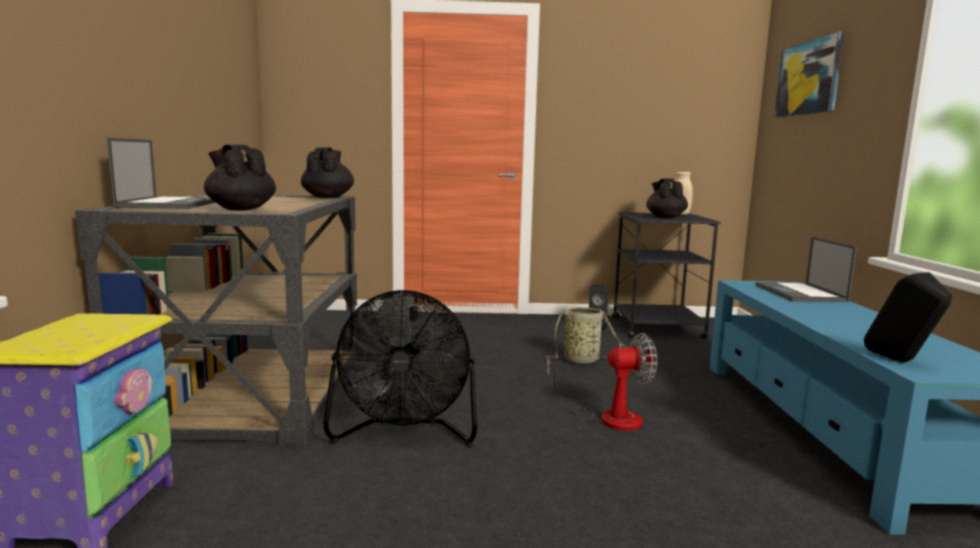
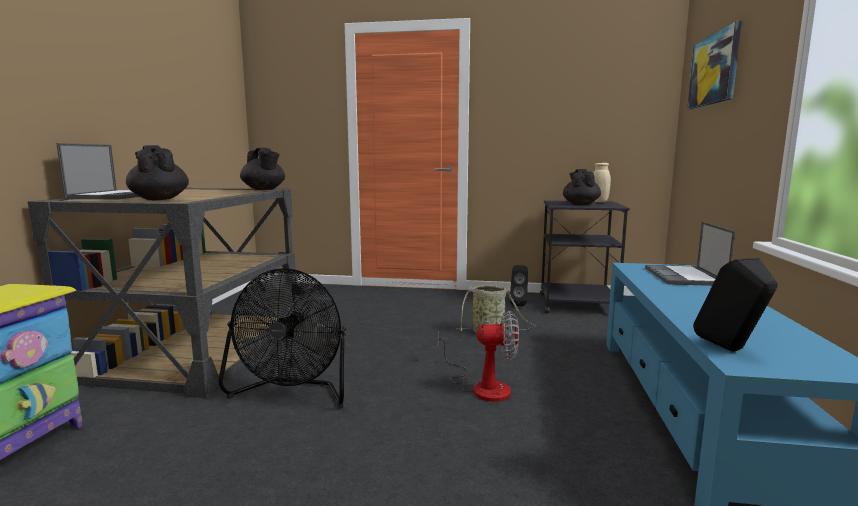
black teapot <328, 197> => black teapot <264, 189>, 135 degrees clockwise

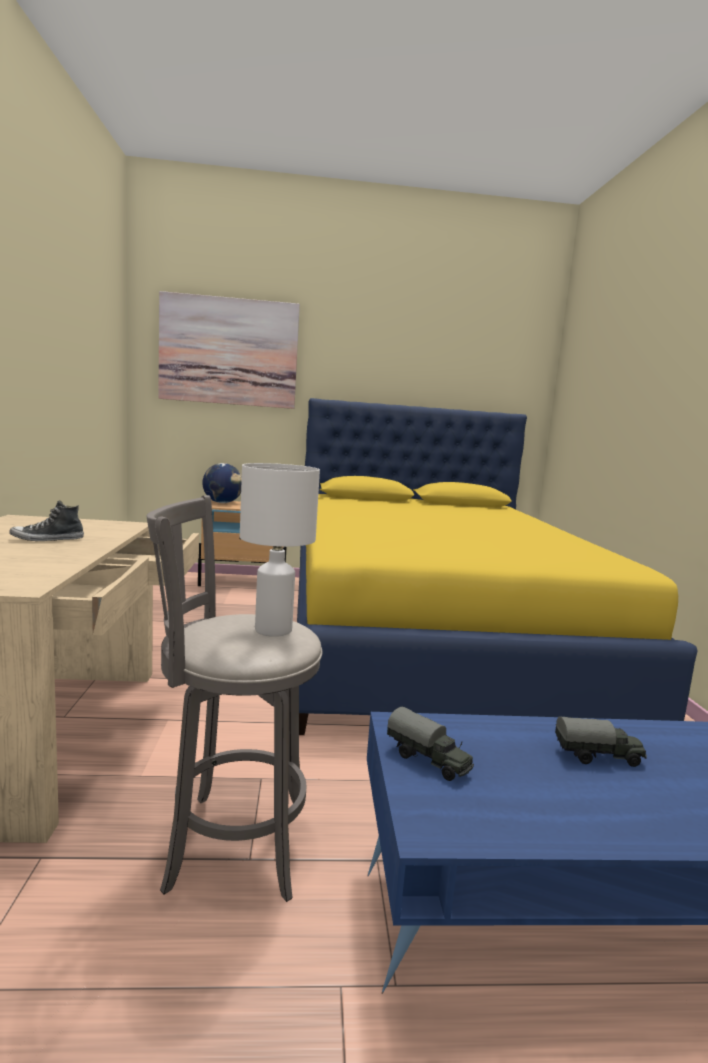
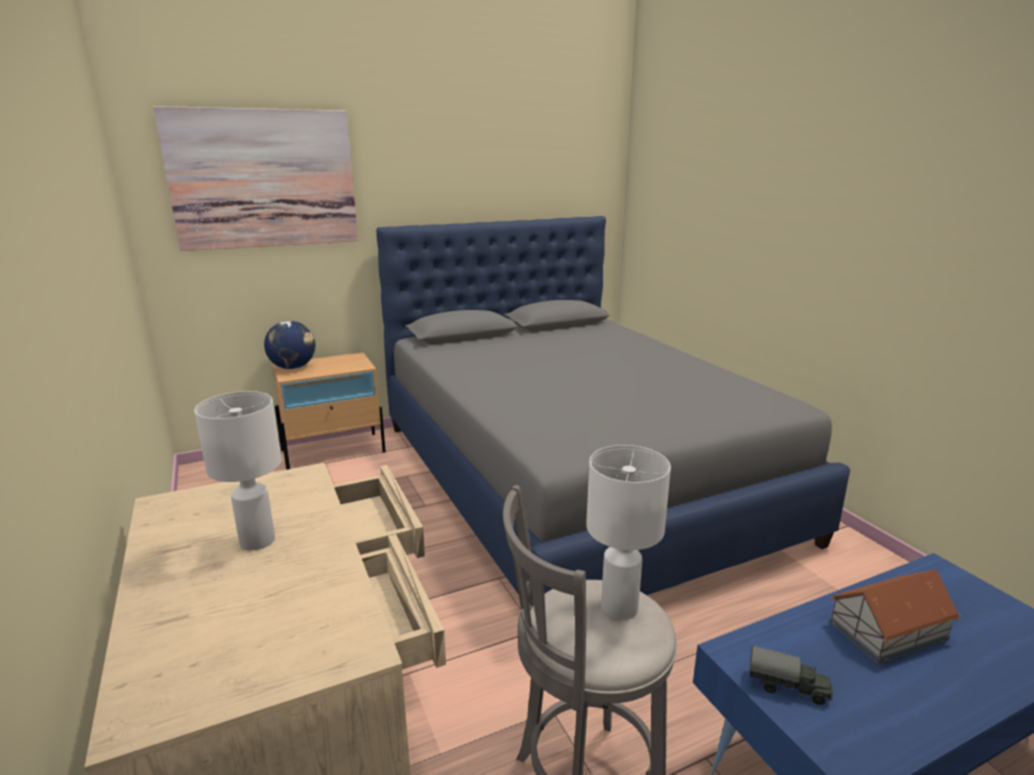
shoe <47, 539> => white table lamp <258, 541>
yellow bed <431, 636> => grey bed <573, 478>
toy truck <599, 757> => toy house <886, 631>

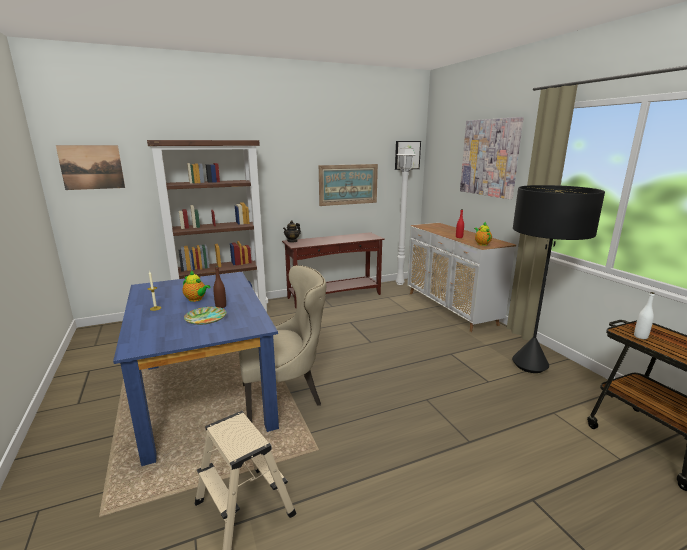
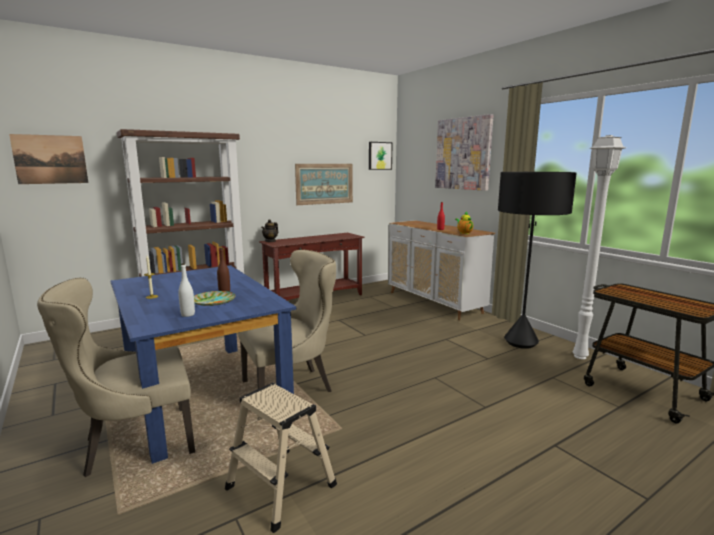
nothing => beige chair <135, 443>
white bottle <640, 336> => white bottle <188, 314>, moved
white floor lamp <400, 283> => white floor lamp <581, 356>, moved
teapot <196, 299> => nothing

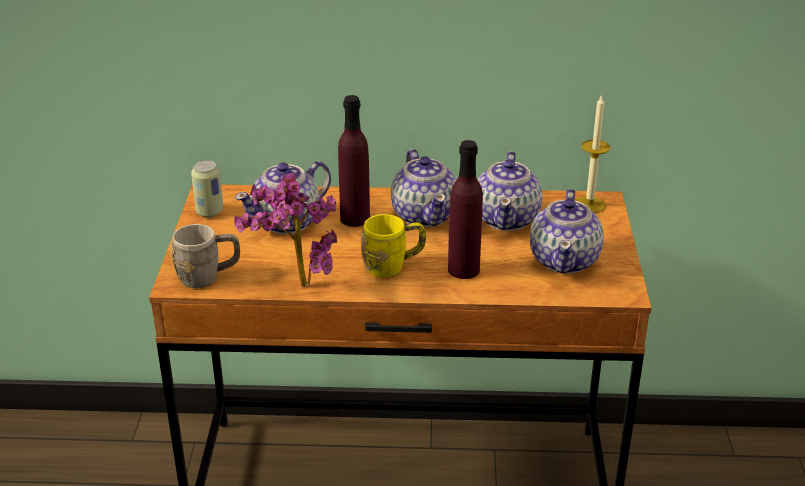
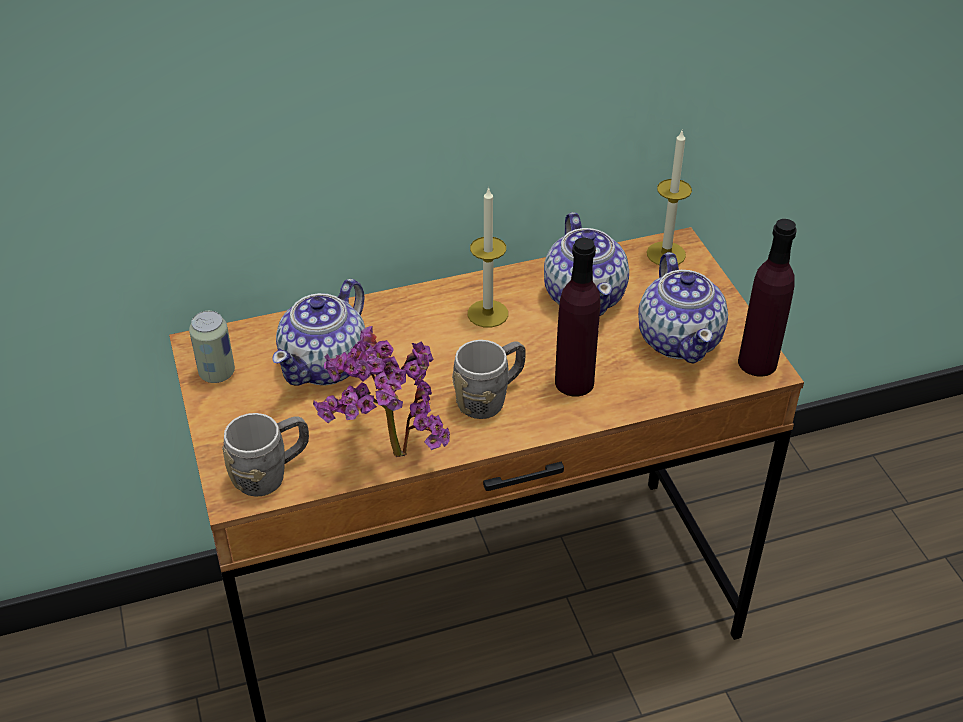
yellow mug <393, 266> => grey mug <490, 398>
teapot <425, 215> => candle <487, 313>
purple bottle <355, 218> => purple bottle <757, 363>, moved

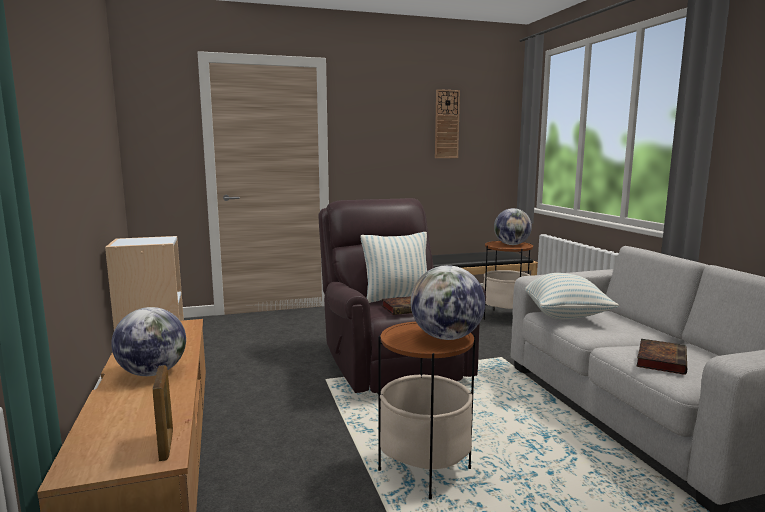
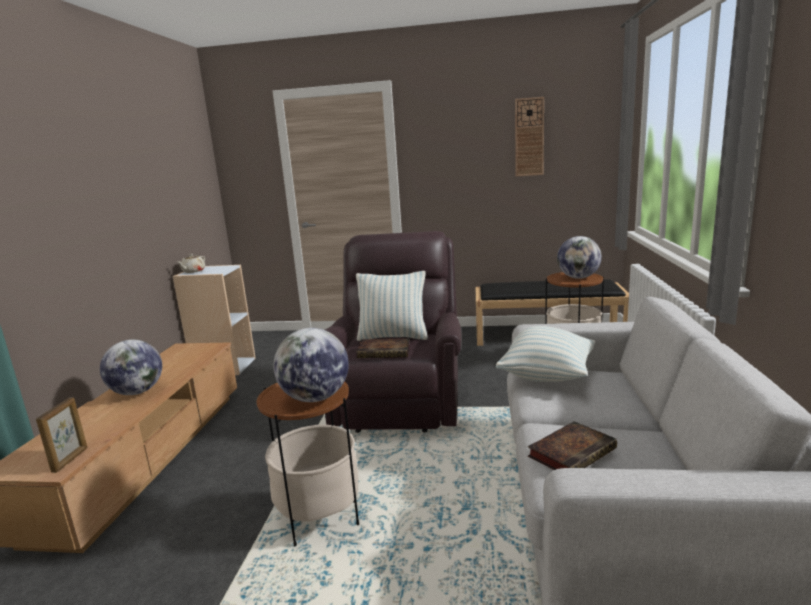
nothing => beige teapot <193, 271>

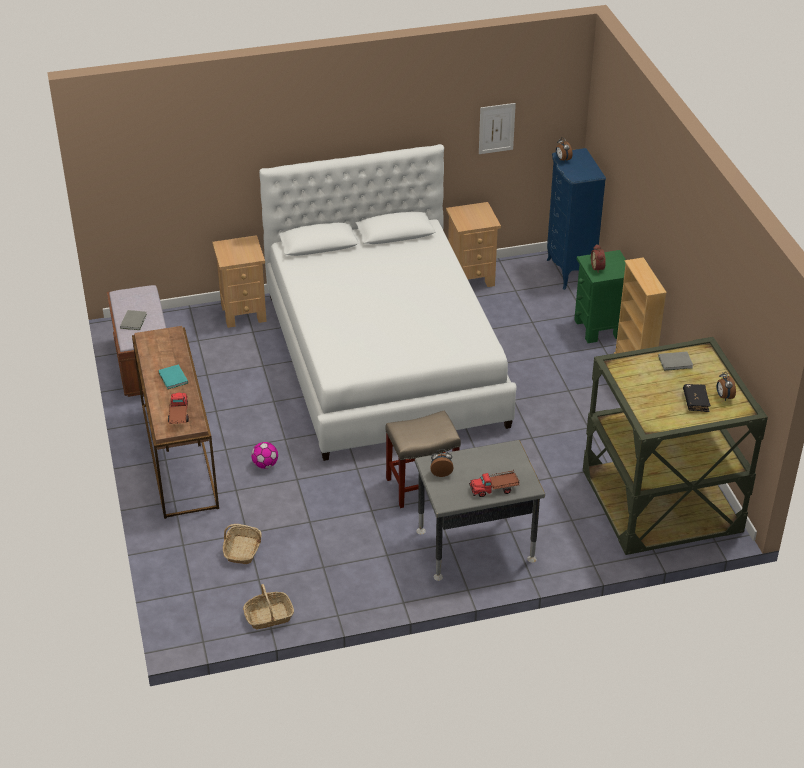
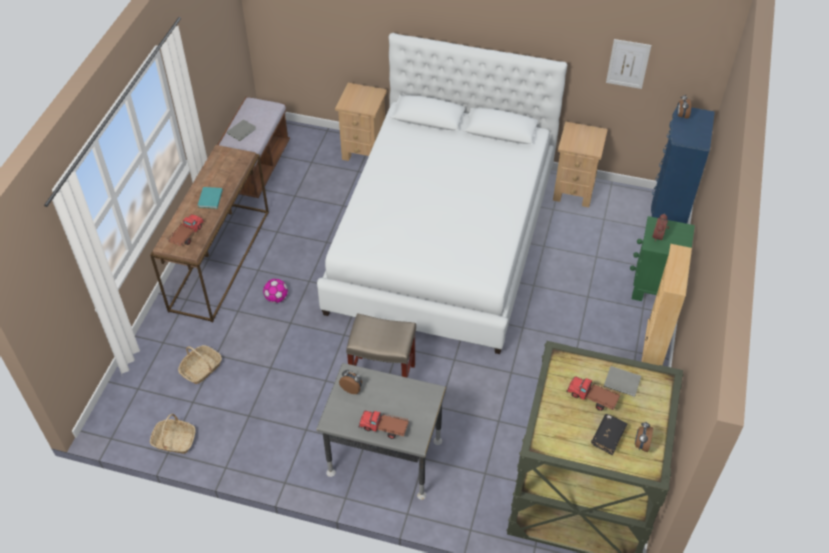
nothing => toy truck <592, 398>

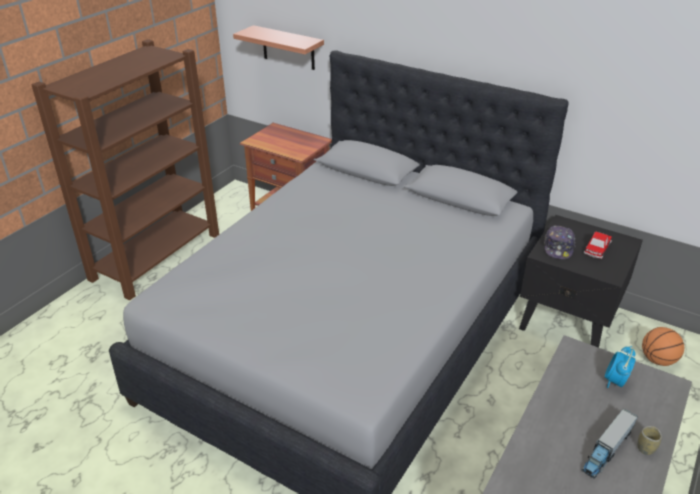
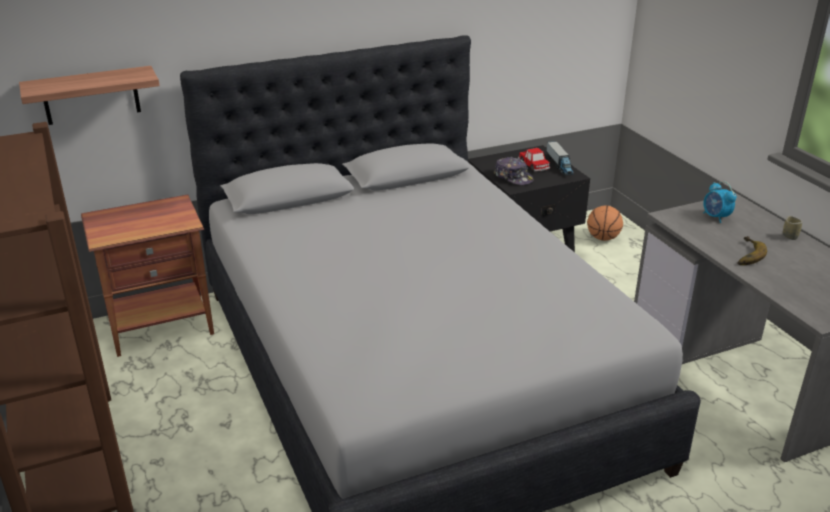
toy truck <606, 450> => toy truck <559, 165>, moved
nothing => banana <745, 254>

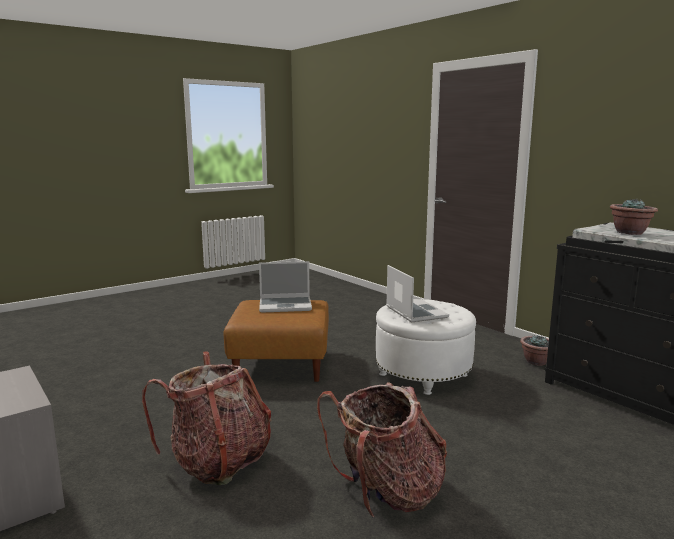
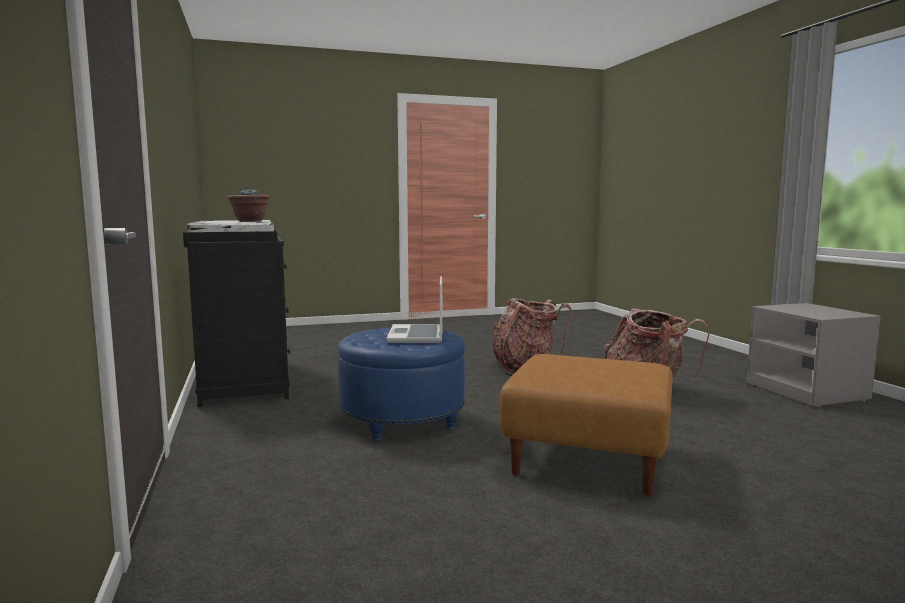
white ottoman <423, 374> => blue ottoman <402, 421>
laptop <286, 305> => nothing
potted plant <536, 362> => nothing

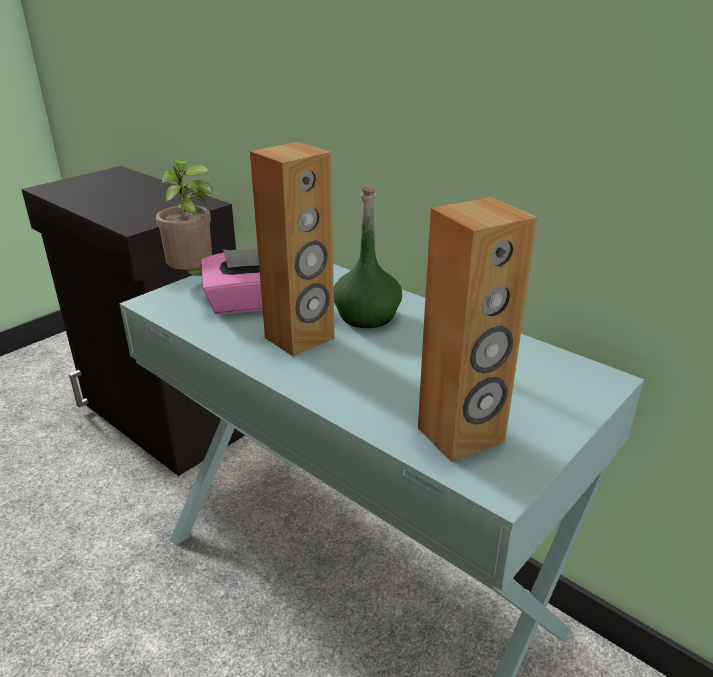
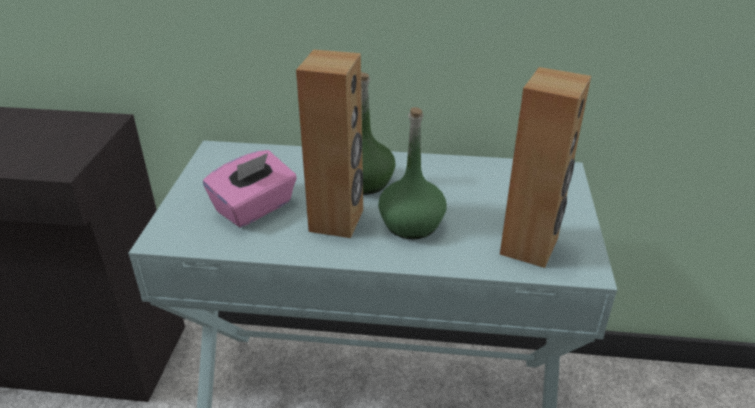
nothing => green bottle <412, 224>
potted plant <194, 279> => nothing

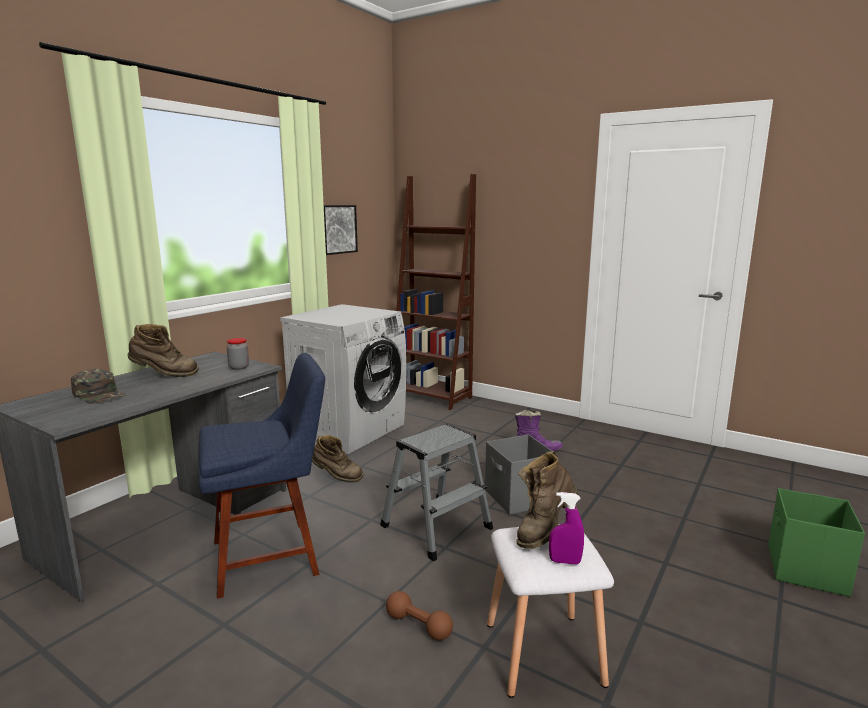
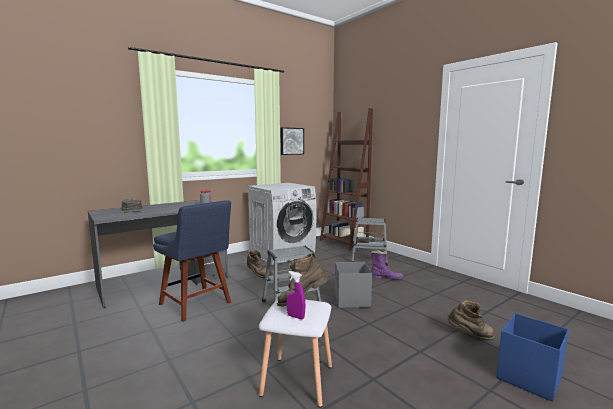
blue chair <271, 555> => blue chair <197, 304>, 45 degrees clockwise
nothing => grey step ladder <369, 259>
brown boot <164, 375> => brown boot <470, 336>, moved
green storage box <805, 570> => blue storage box <528, 377>
brown dumbbell <418, 625> => nothing

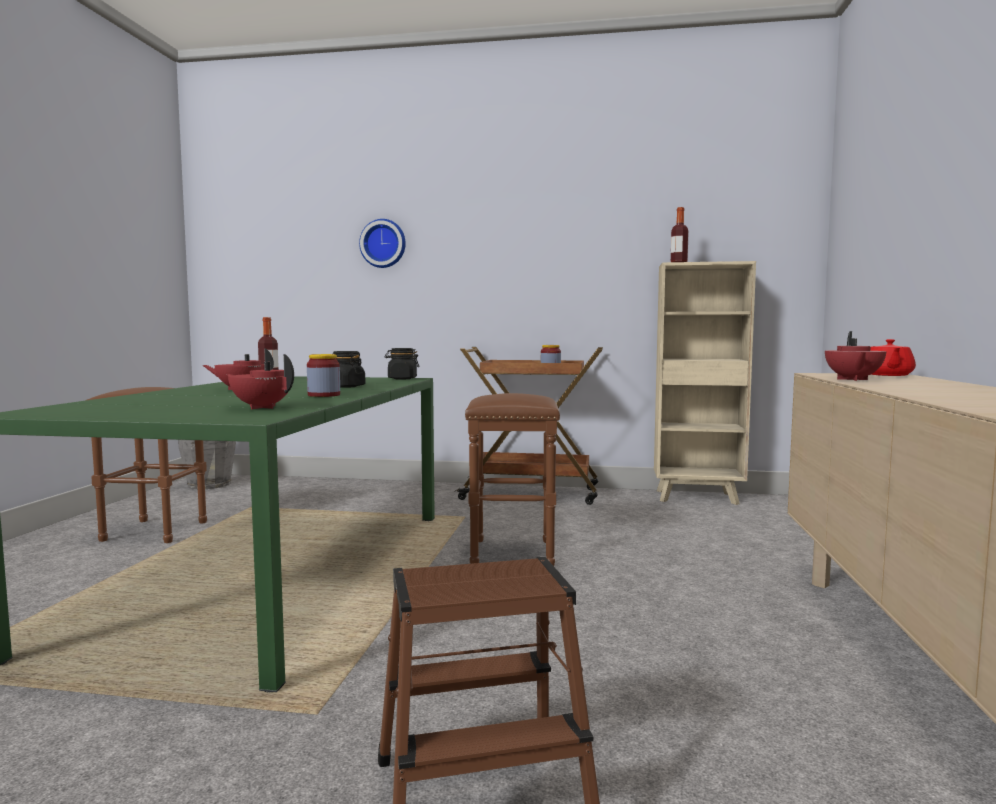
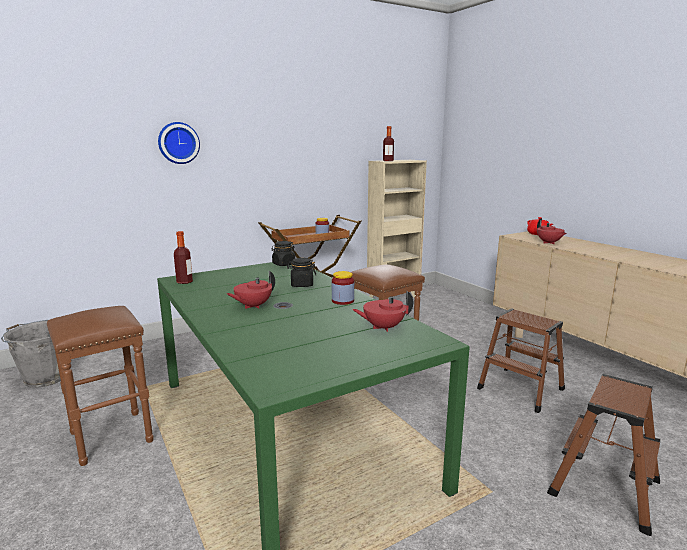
nothing => brown step ladder <521, 388>

